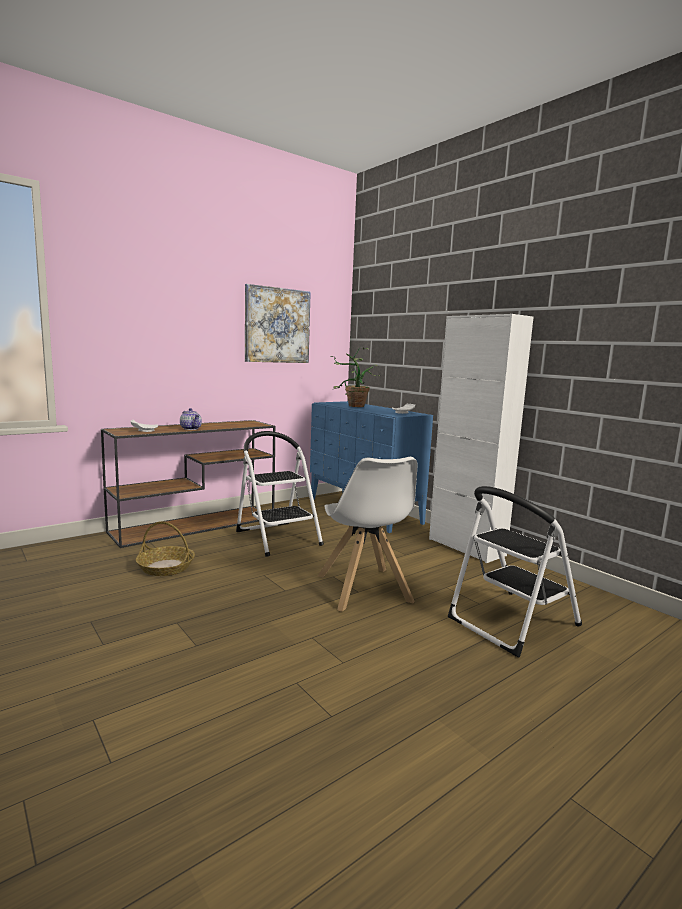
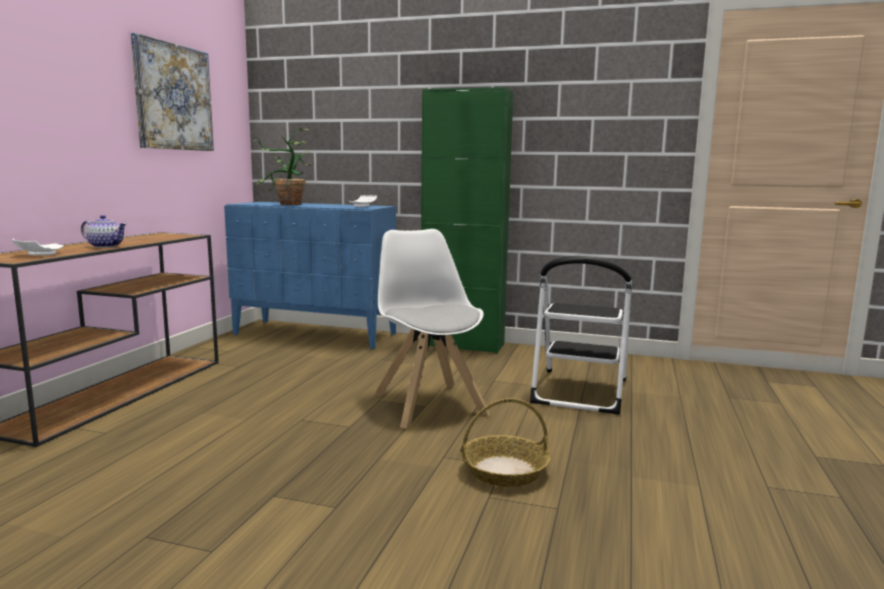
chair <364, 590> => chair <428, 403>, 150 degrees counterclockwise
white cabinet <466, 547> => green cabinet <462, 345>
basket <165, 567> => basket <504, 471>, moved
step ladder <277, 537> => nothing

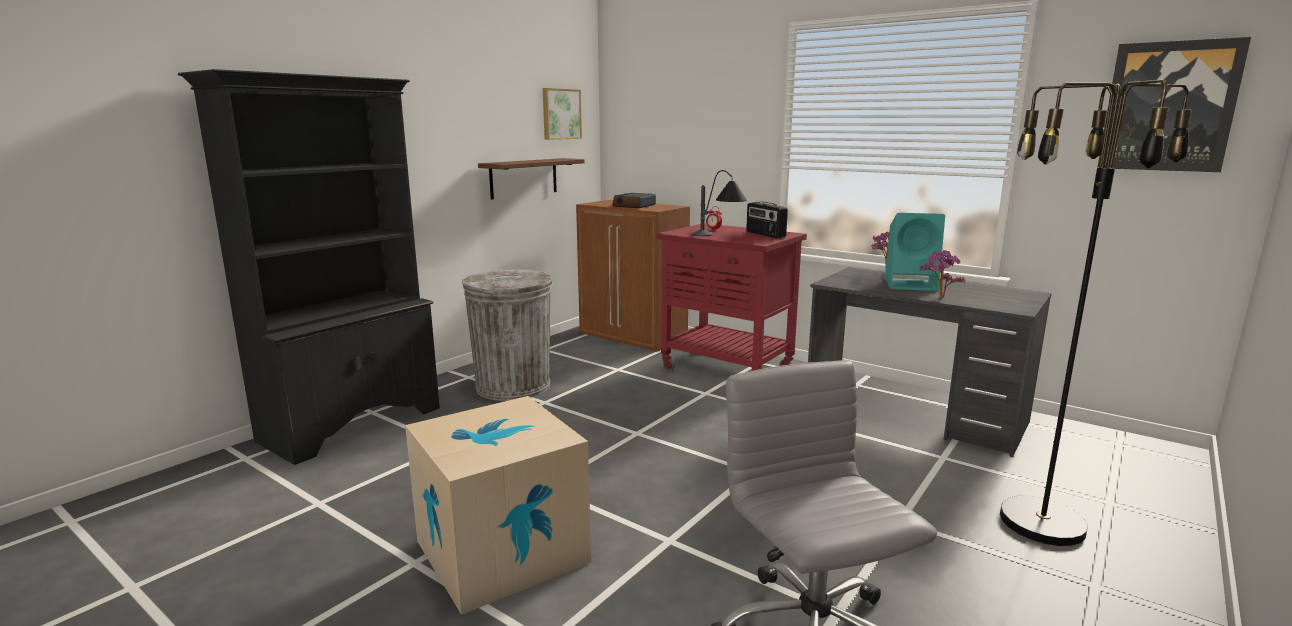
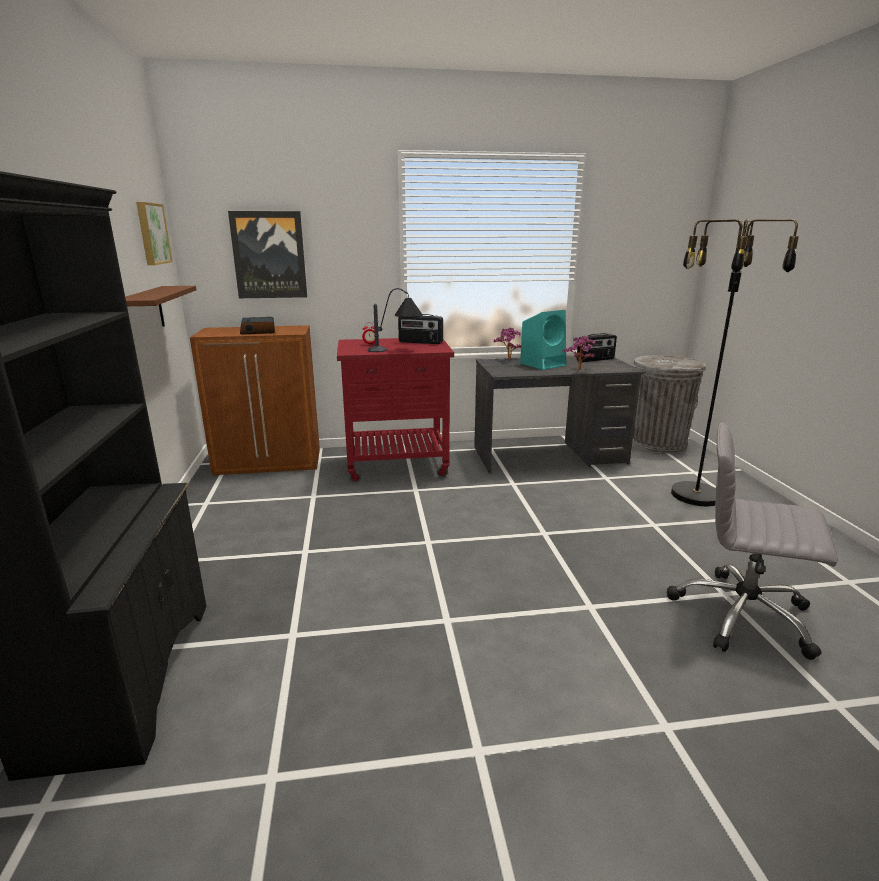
picture <1169, 107> => picture <269, 255>, moved
nothing => radio <595, 360>
grey trash can <513, 386> => grey trash can <657, 443>, moved
cardboard box <502, 551> => nothing

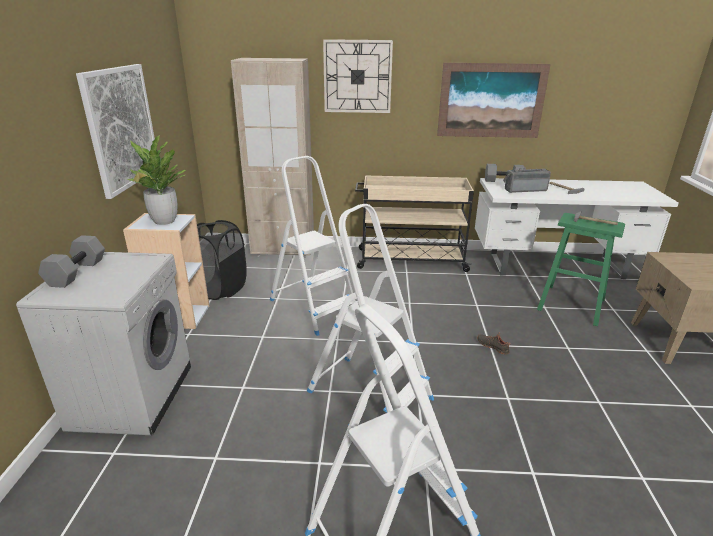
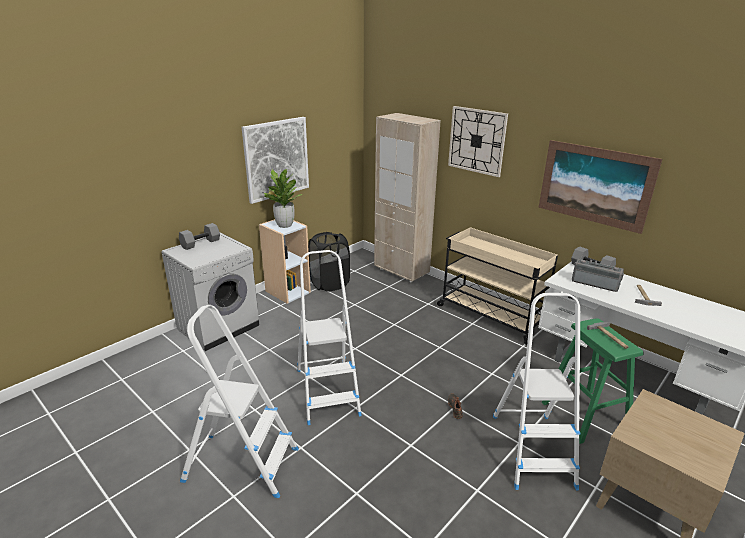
white step ladder <314, 308> => white step ladder <532, 450>, moved

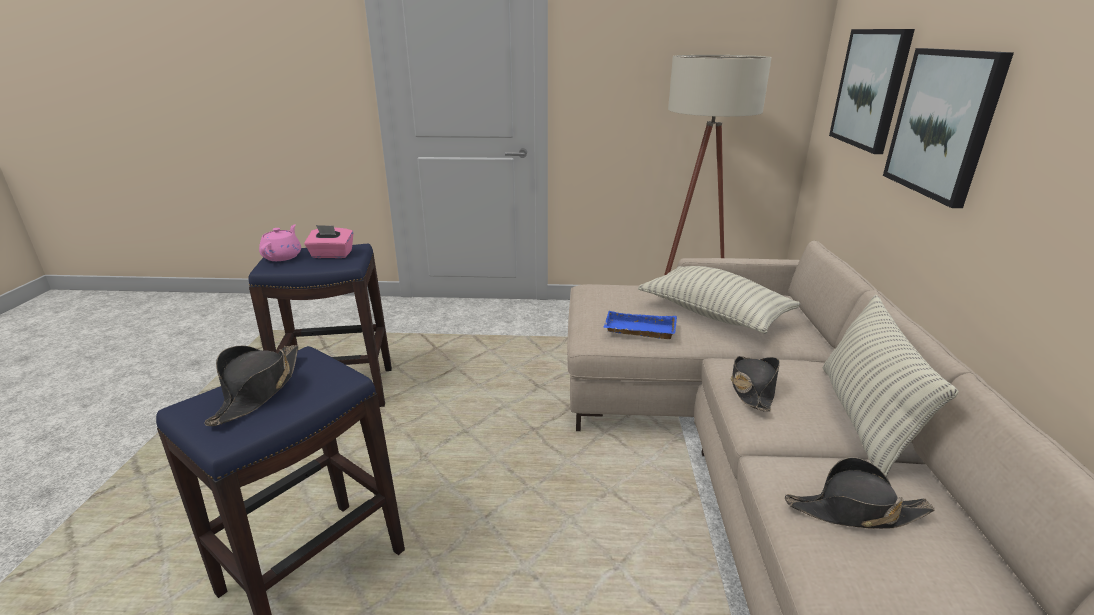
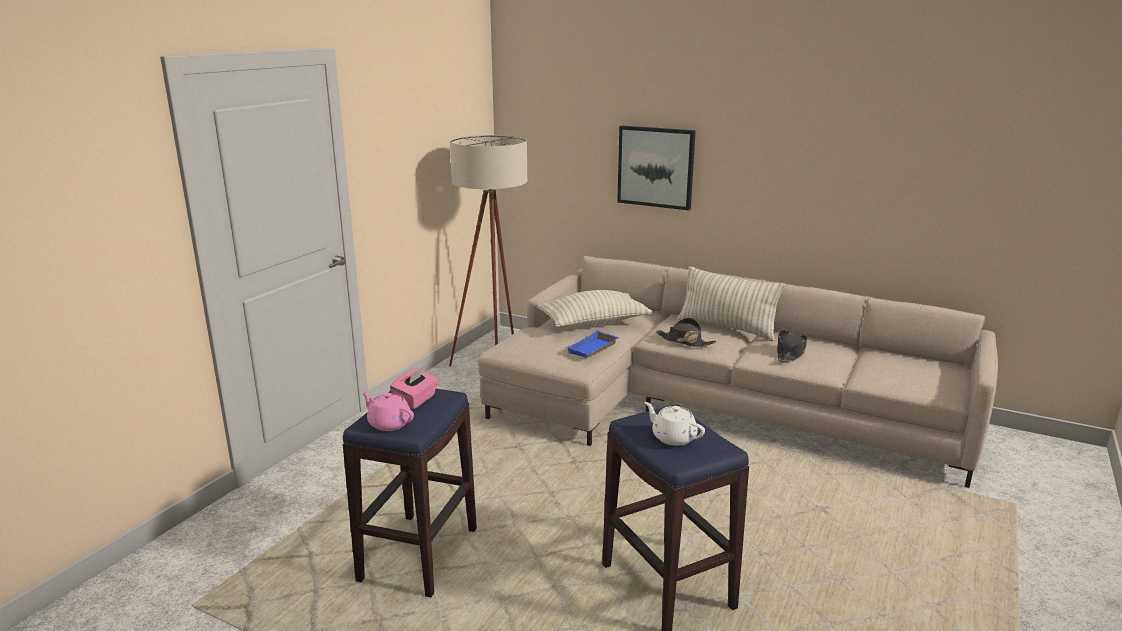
black hat <258, 390> => white teapot <673, 437>
picture <870, 89> => nothing

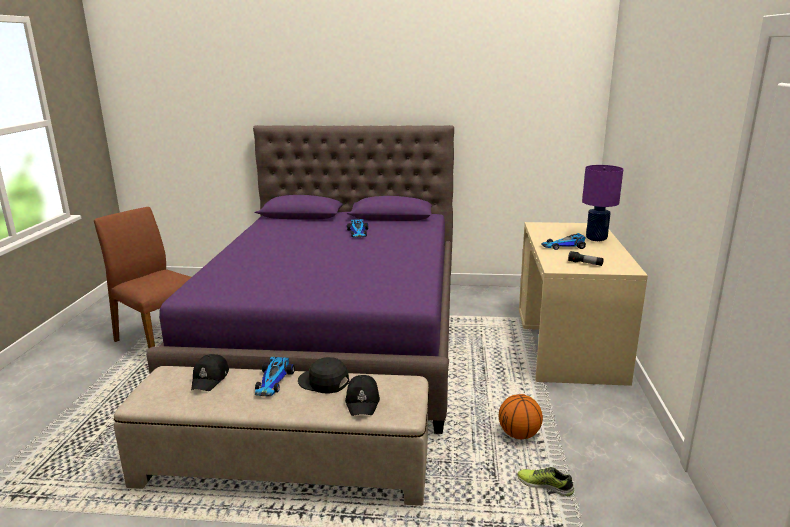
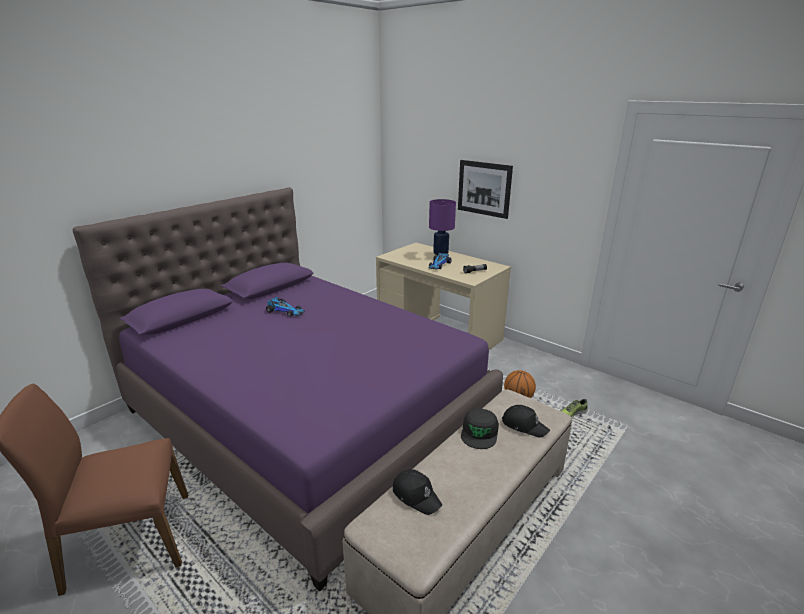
nothing => picture <484, 188>
black cap <324, 381> => black cap <479, 433>, 45 degrees counterclockwise
toy car <273, 382> => nothing

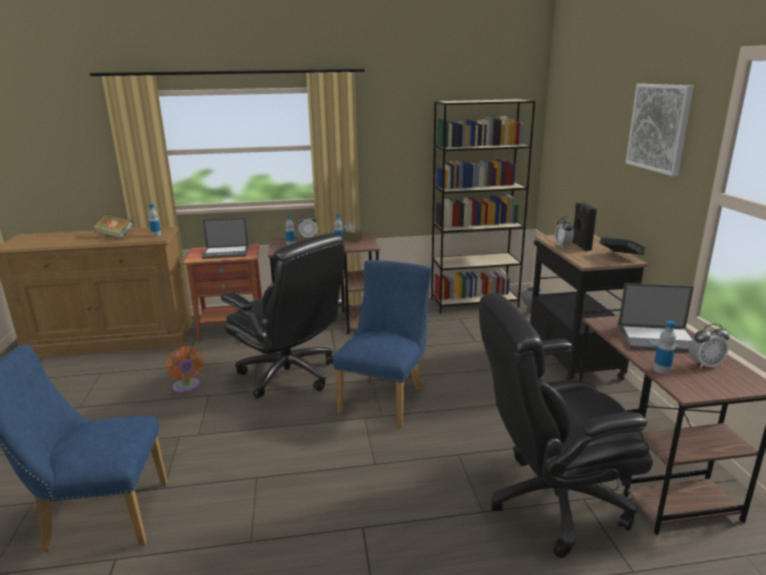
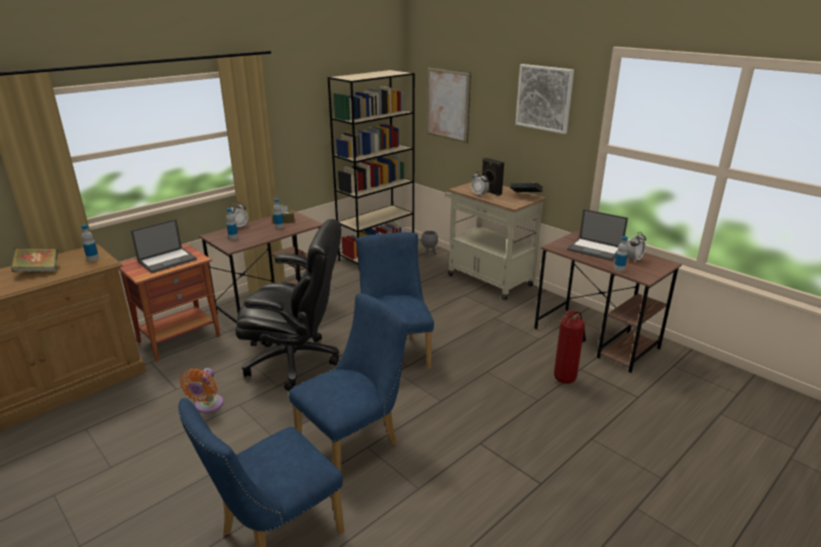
orange fan <187, 387> => orange fan <207, 406>, 75 degrees clockwise
nothing => blue chair <354, 443>
nothing => picture <448, 104>
black cart <571, 358> => beige cart <487, 280>
black office chair <549, 501> => fire extinguisher <566, 378>
laptop <659, 339> => laptop <595, 249>, 60 degrees clockwise

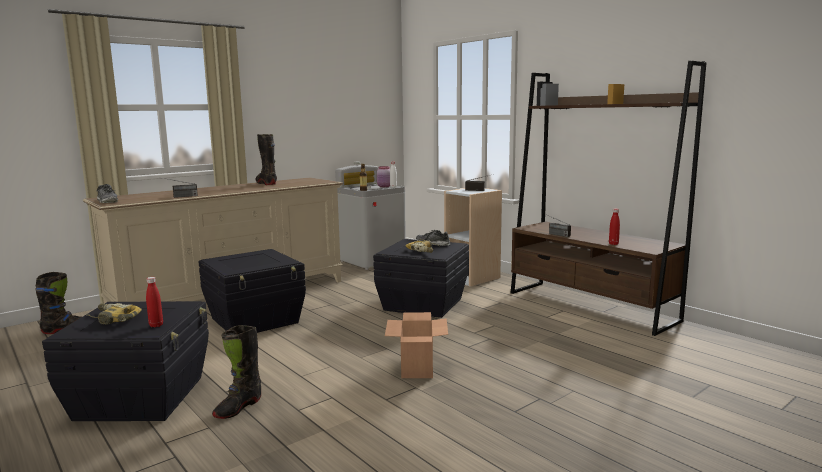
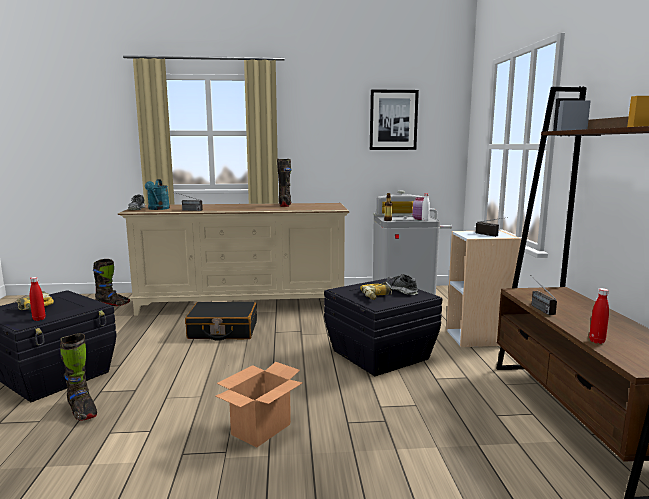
black boot <238, 408> => black boot <82, 411>, 105 degrees counterclockwise
nothing => turquoise watering can <158, 209>
black storage box <256, 320> => black suitcase <223, 330>
nothing => picture <393, 120>

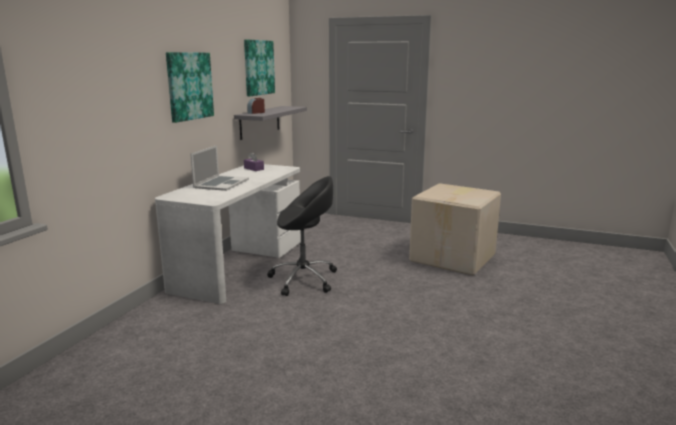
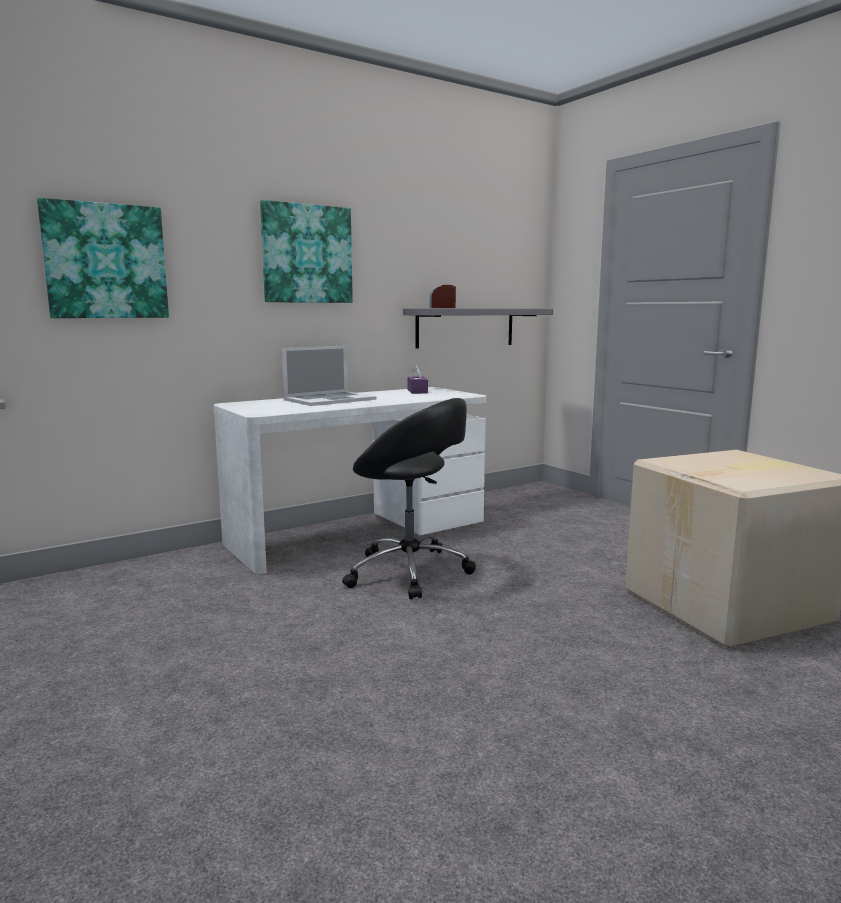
picture <258, 67> => picture <105, 261>, moved

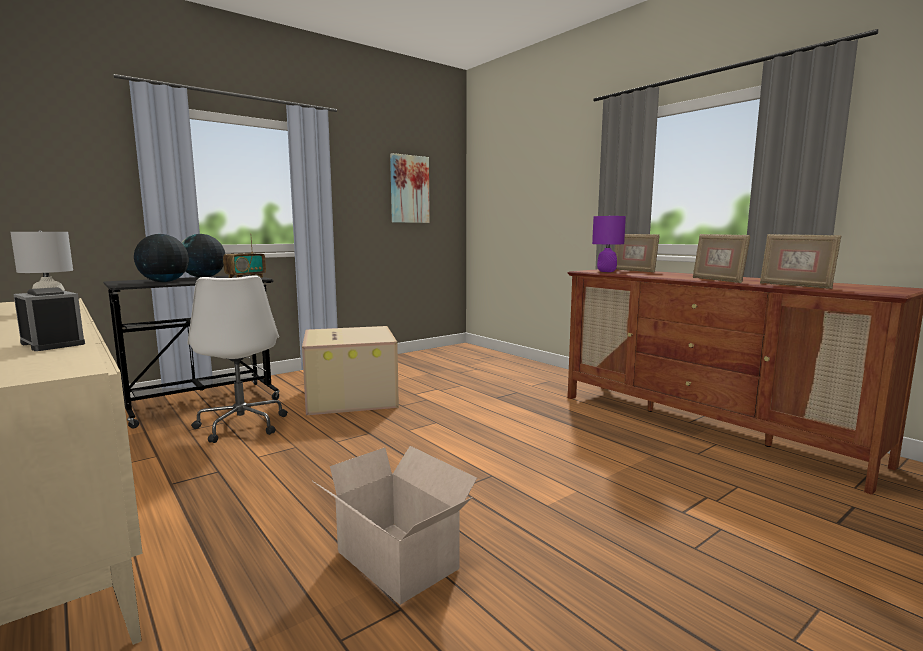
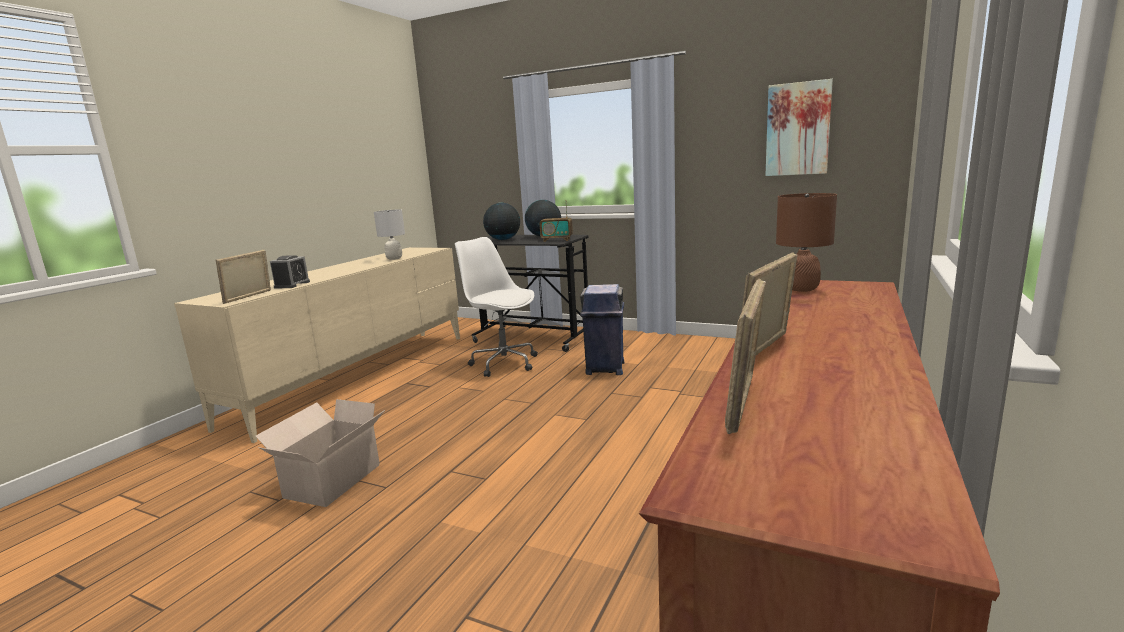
picture frame <633, 271> => picture frame <249, 297>, moved
white office chair <241, 427> => white office chair <503, 363>, 90 degrees clockwise
cardboard box <349, 397> => blue trash can <605, 368>
purple table lamp <606, 271> => brown table lamp <803, 289>

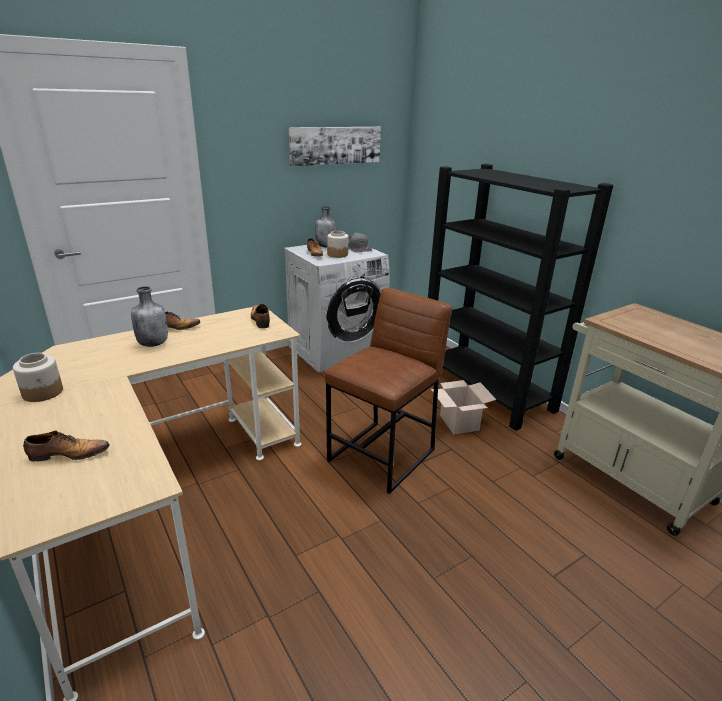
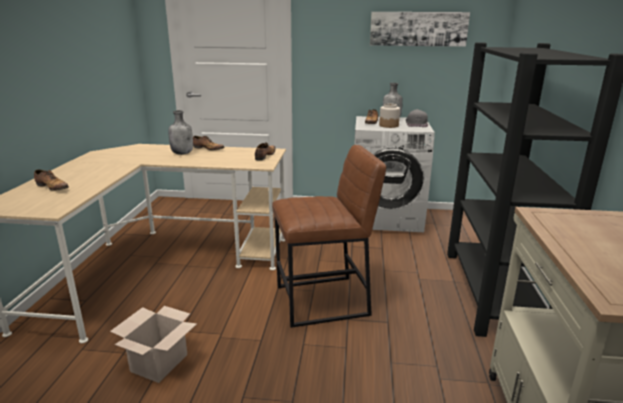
cardboard box <458, 422> => cardboard box <159, 362>, moved
jar <43, 392> => nothing

